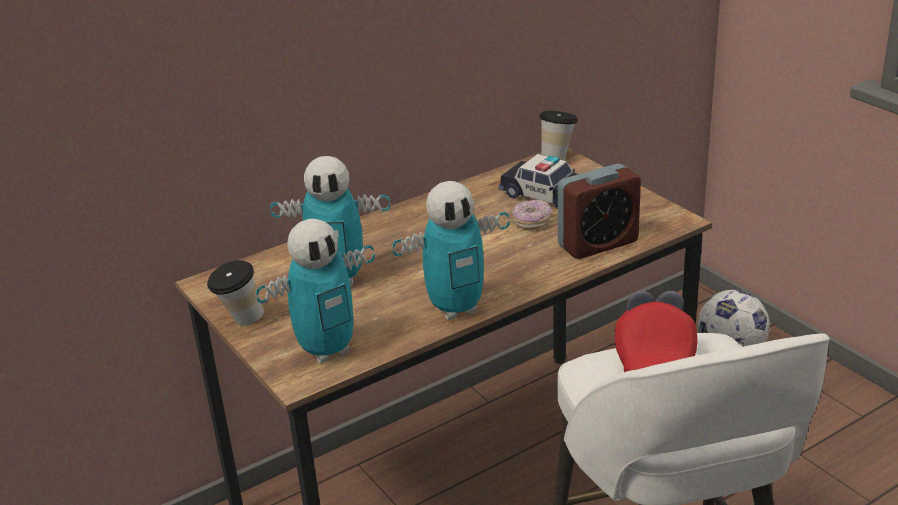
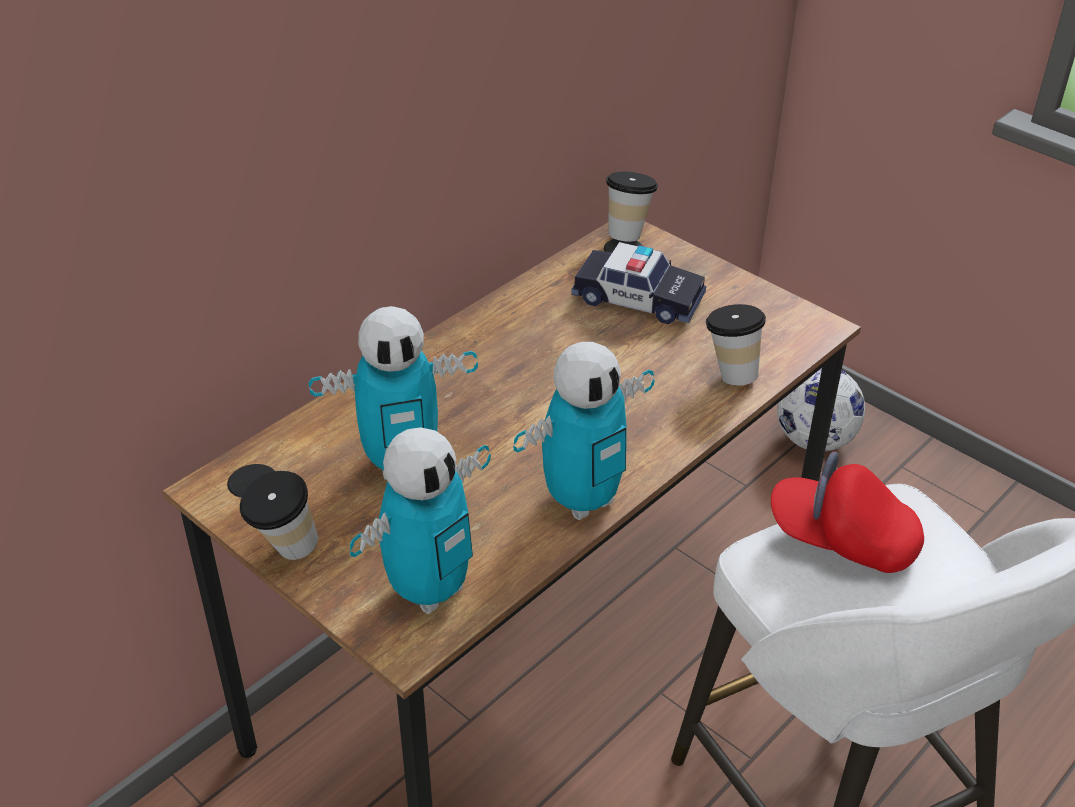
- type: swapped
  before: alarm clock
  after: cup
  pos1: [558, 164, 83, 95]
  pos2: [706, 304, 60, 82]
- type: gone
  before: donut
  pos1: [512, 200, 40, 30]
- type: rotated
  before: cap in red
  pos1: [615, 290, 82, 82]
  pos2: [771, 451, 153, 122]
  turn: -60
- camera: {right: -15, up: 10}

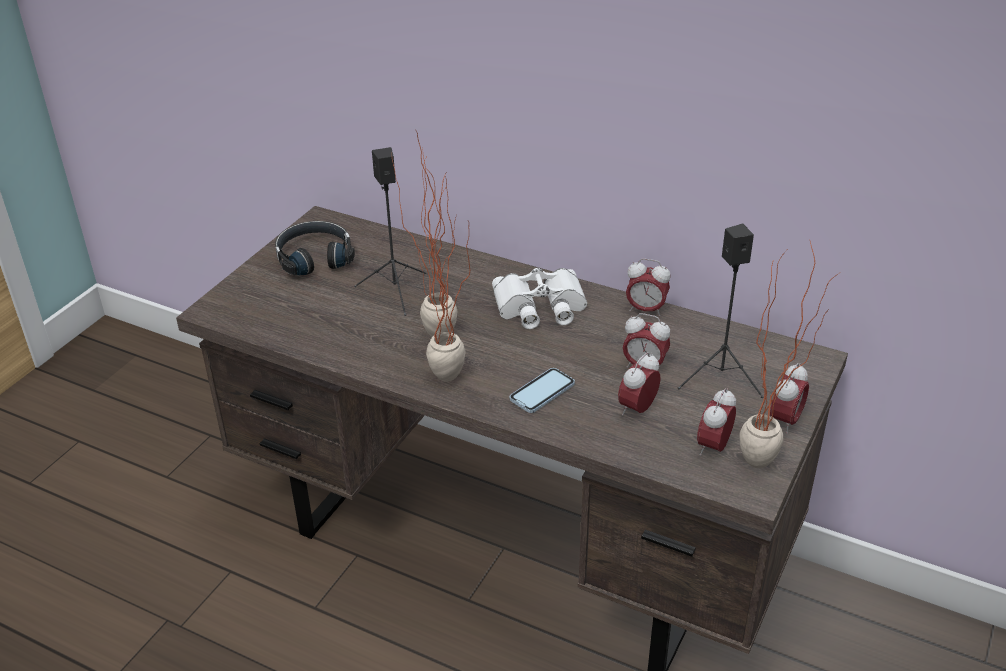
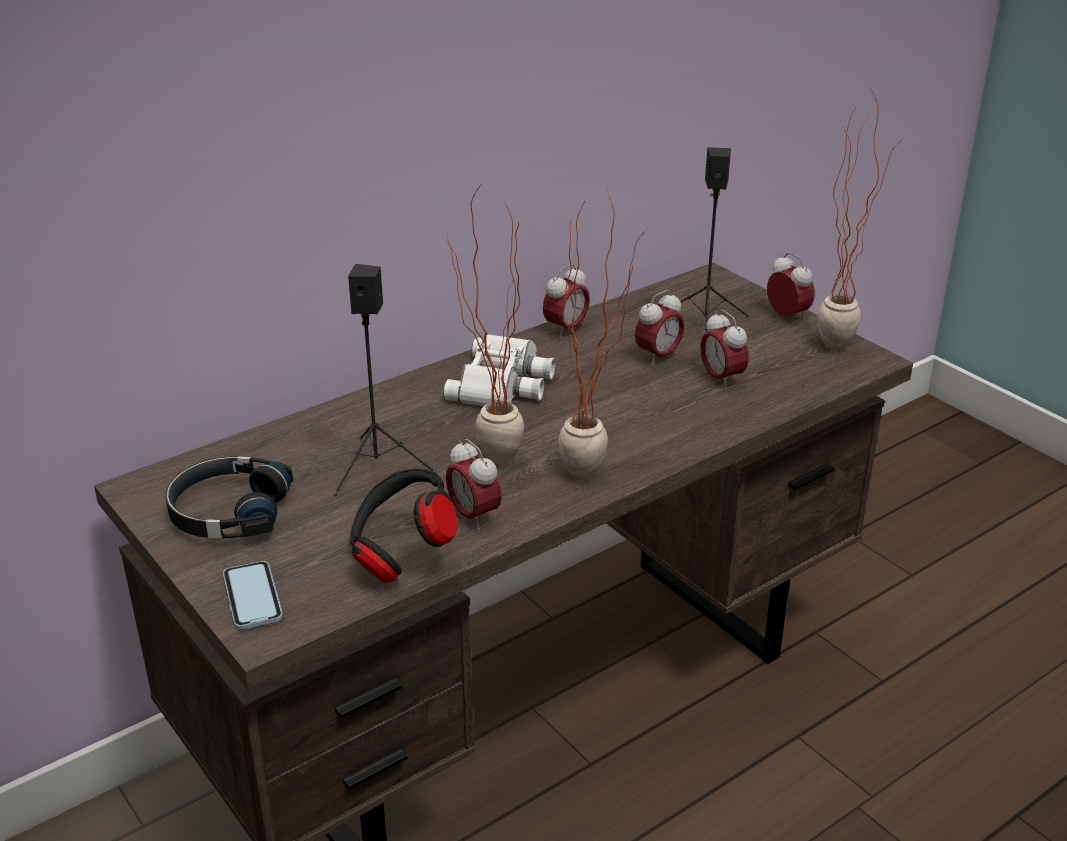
- type: shifted
  before: phone
  pos1: [510, 368, 65, 45]
  pos2: [223, 561, 60, 69]
- type: shifted
  before: alarm clock
  pos1: [697, 388, 39, 68]
  pos2: [446, 439, 56, 91]
- type: new
  after: headphones in black
  pos2: [350, 469, 107, 114]
- camera: {right: -65, up: -5}

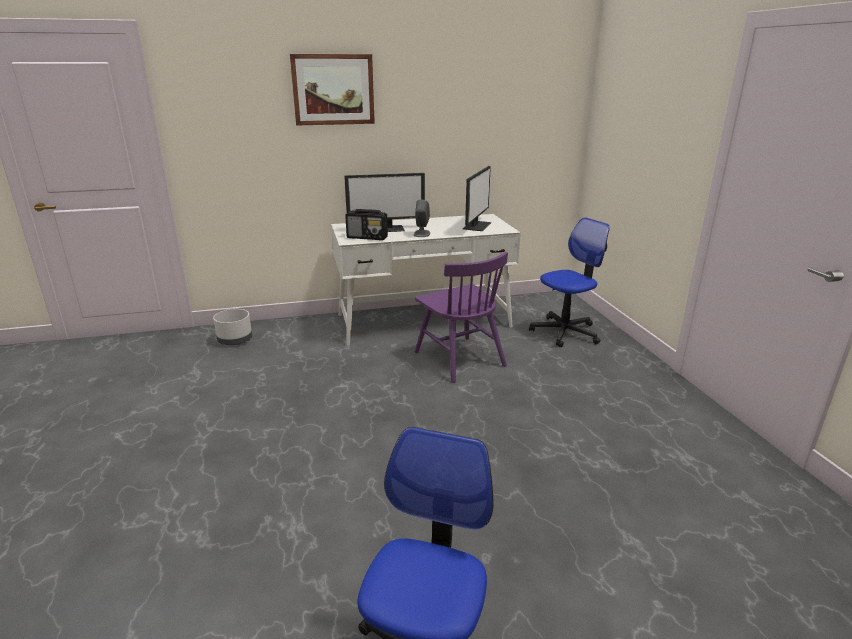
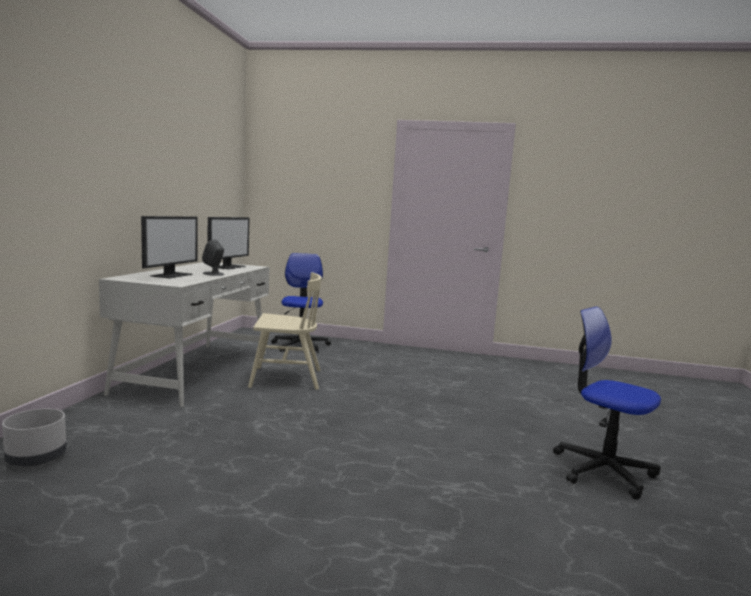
- type: gone
  before: picture
  pos1: [290, 54, 85, 72]
- type: rotated
  before: monitor
  pos1: [463, 166, 28, 65]
  pos2: [208, 217, 41, 52]
  turn: 60
- type: gone
  before: radio
  pos1: [345, 209, 43, 31]
- type: repainted
  before: chair in purple
  after: chair in beige
  pos1: [415, 252, 93, 131]
  pos2: [248, 272, 74, 118]
- camera: {right: -65, up: -15}

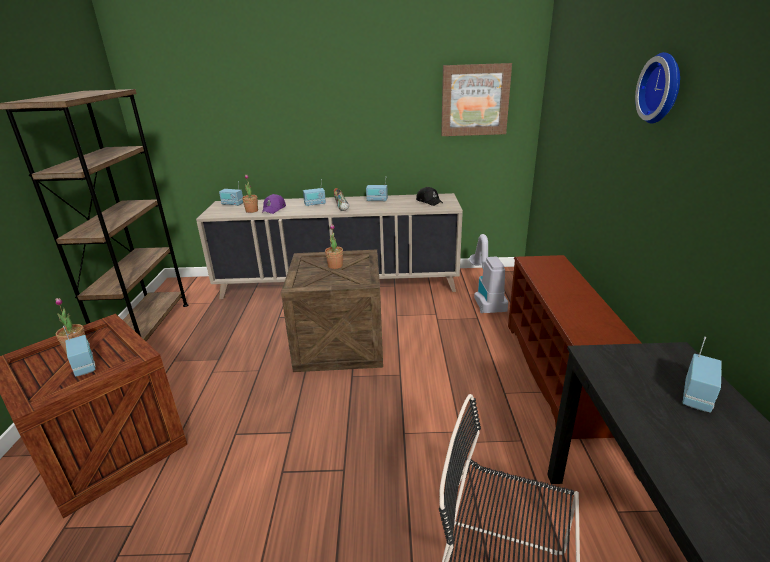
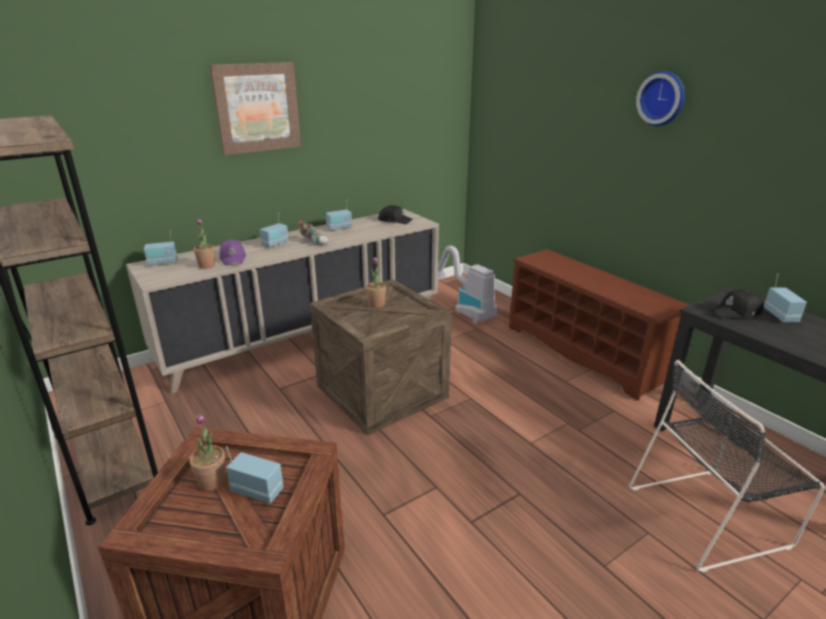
- type: shifted
  before: picture
  pos1: [441, 63, 71, 73]
  pos2: [209, 62, 92, 93]
- type: new
  after: cap in black
  pos2: [711, 289, 52, 30]
- camera: {right: -35, up: 0}

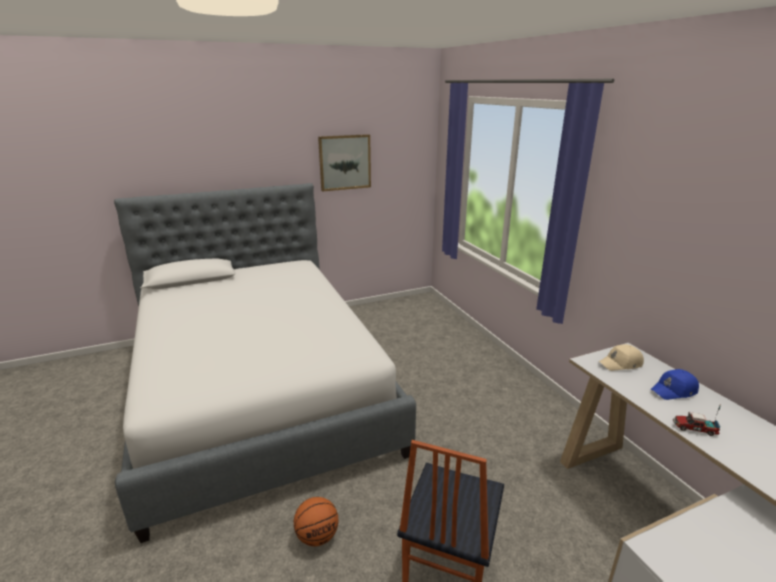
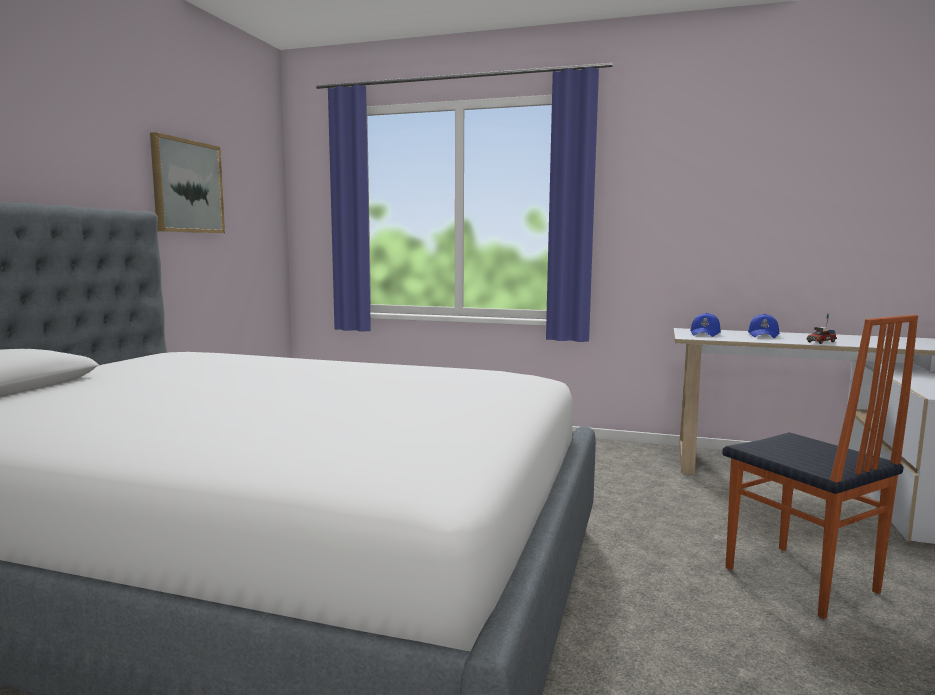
- type: repainted
  before: cap in beige
  after: cap in blue
  pos1: [599, 344, 45, 27]
  pos2: [690, 313, 31, 24]
- type: gone
  before: basketball
  pos1: [294, 497, 45, 49]
- camera: {right: -50, up: -15}

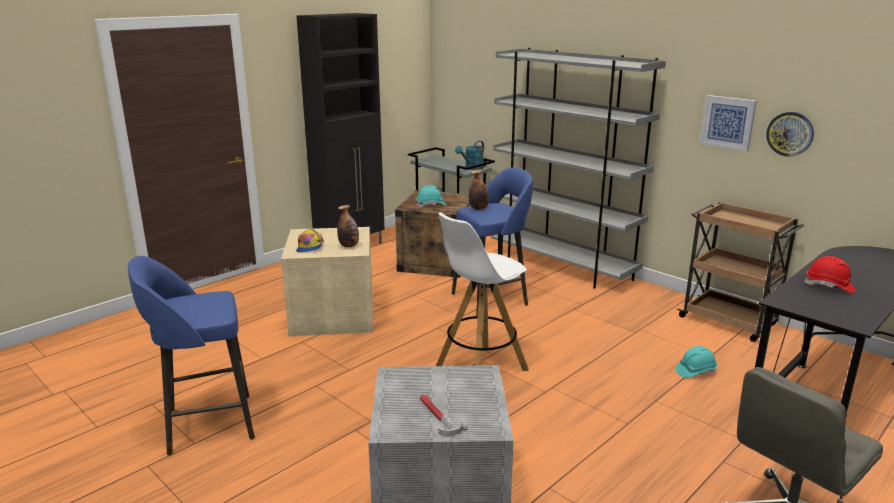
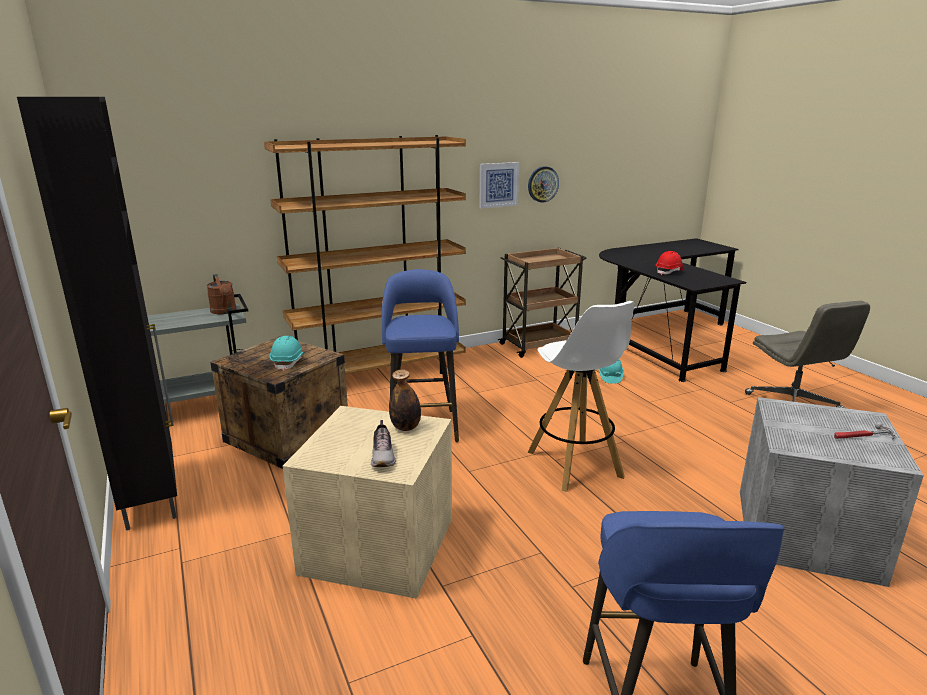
- type: repainted
  before: bookcase in grey
  after: bookcase in brown
  pos1: [491, 48, 175, 241]
  pos2: [264, 135, 202, 239]
- type: repainted
  before: watering can in turquoise
  after: watering can in brown
  pos1: [455, 141, 29, 29]
  pos2: [206, 274, 31, 40]
- type: gone
  before: bottle
  pos1: [469, 169, 20, 41]
- type: swapped
  before: cap
  after: shoe
  pos1: [296, 229, 28, 23]
  pos2: [371, 420, 25, 47]
- camera: {right: -70, up: 0}

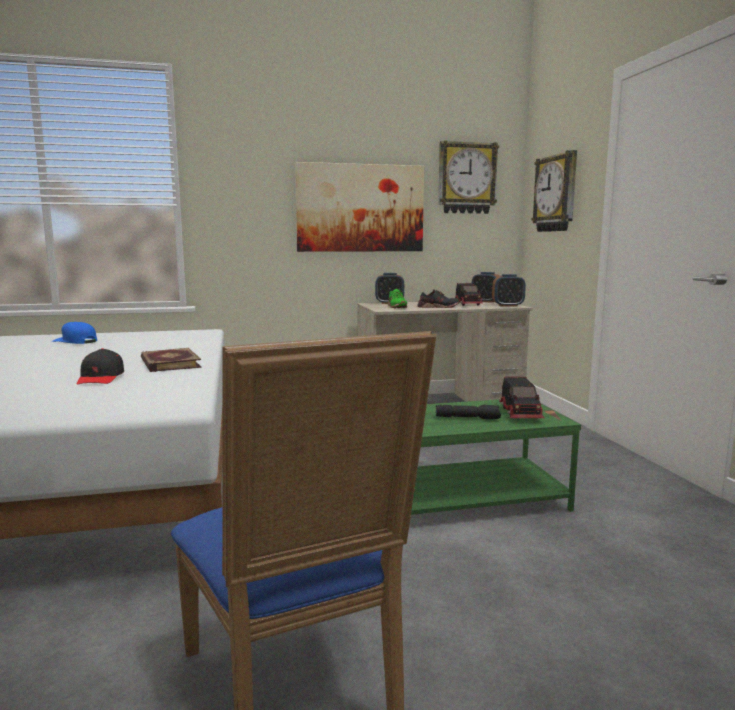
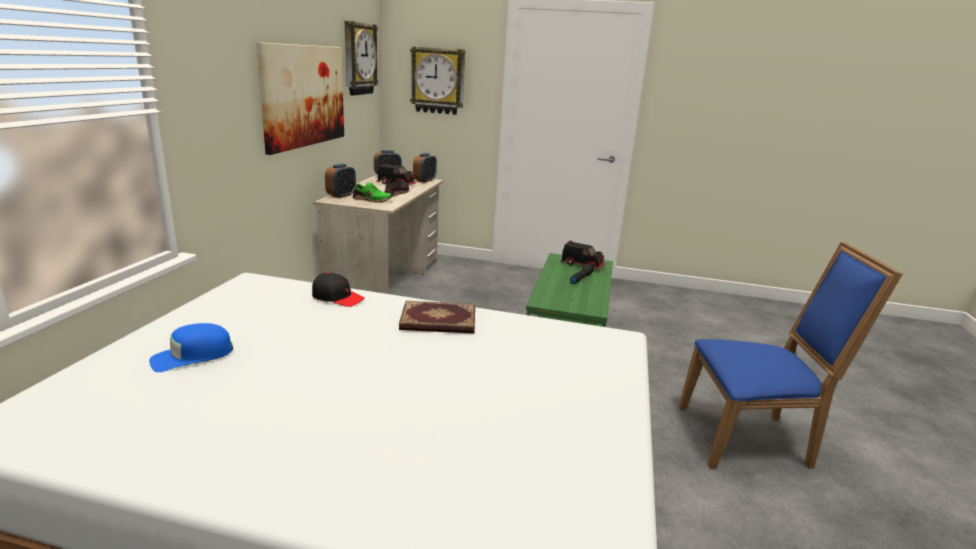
- type: shifted
  before: cap in black
  pos1: [77, 348, 47, 37]
  pos2: [312, 272, 53, 35]
- camera: {right: -65, up: 10}

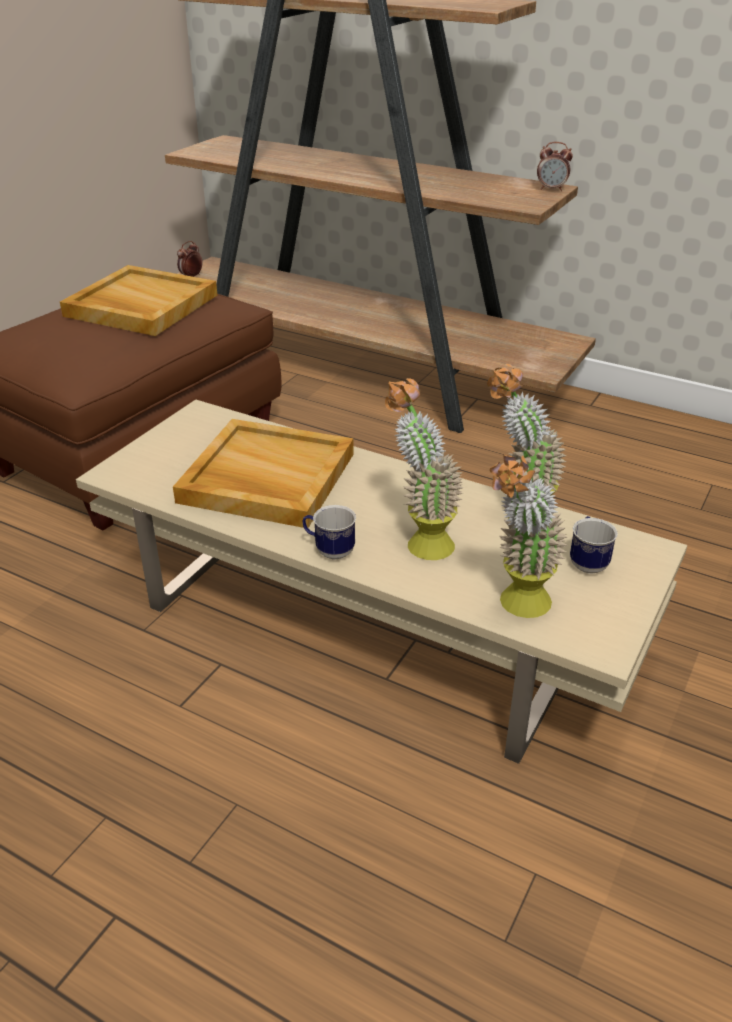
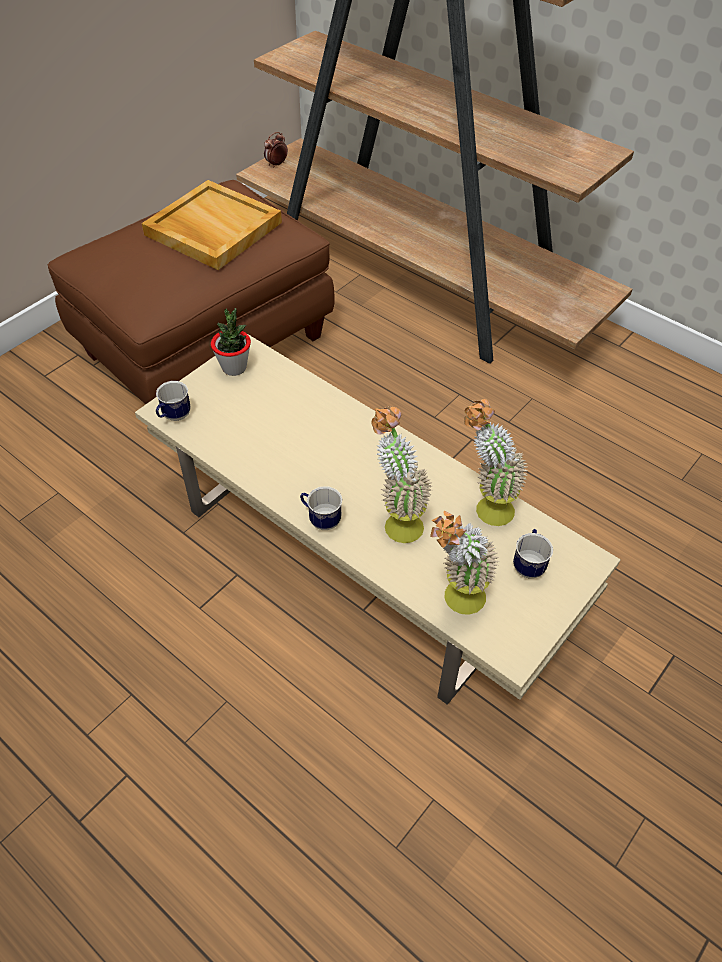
- type: gone
  before: alarm clock
  pos1: [537, 142, 36, 49]
- type: gone
  before: tray in beige
  pos1: [173, 419, 181, 109]
- type: new
  after: potted plant
  pos2: [211, 308, 40, 68]
- type: new
  after: mug
  pos2: [156, 381, 35, 40]
- camera: {right: 10, up: 15}

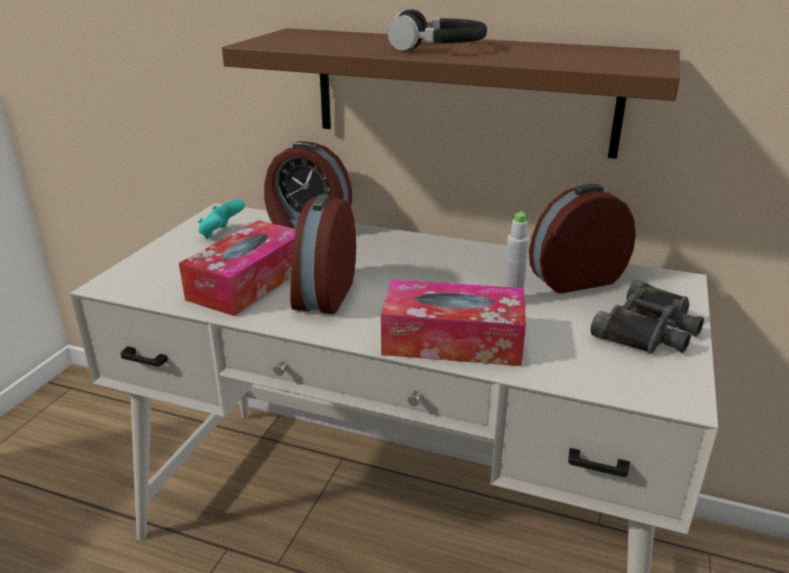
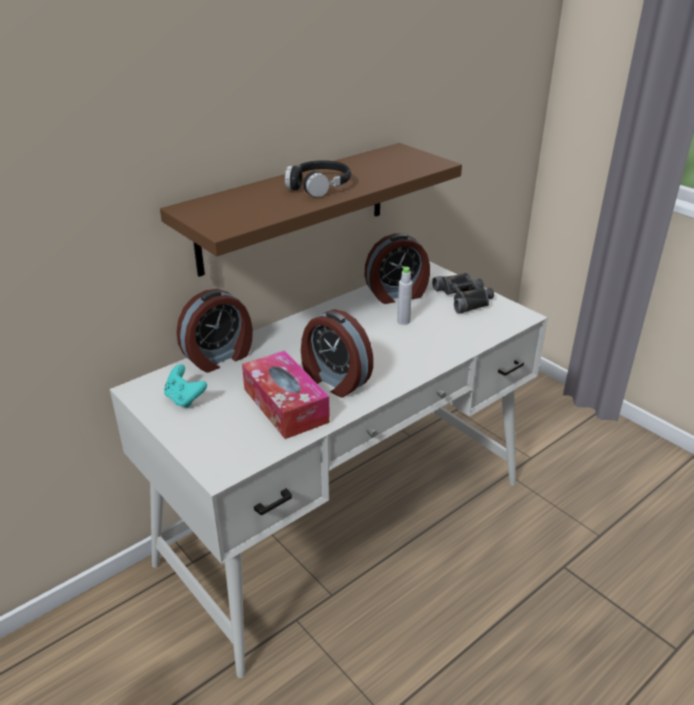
- type: rotated
  before: alarm clock
  pos1: [529, 184, 107, 109]
  pos2: [365, 233, 65, 71]
  turn: -120
- type: gone
  before: tissue box
  pos1: [381, 279, 145, 87]
- camera: {right: -60, up: 5}

